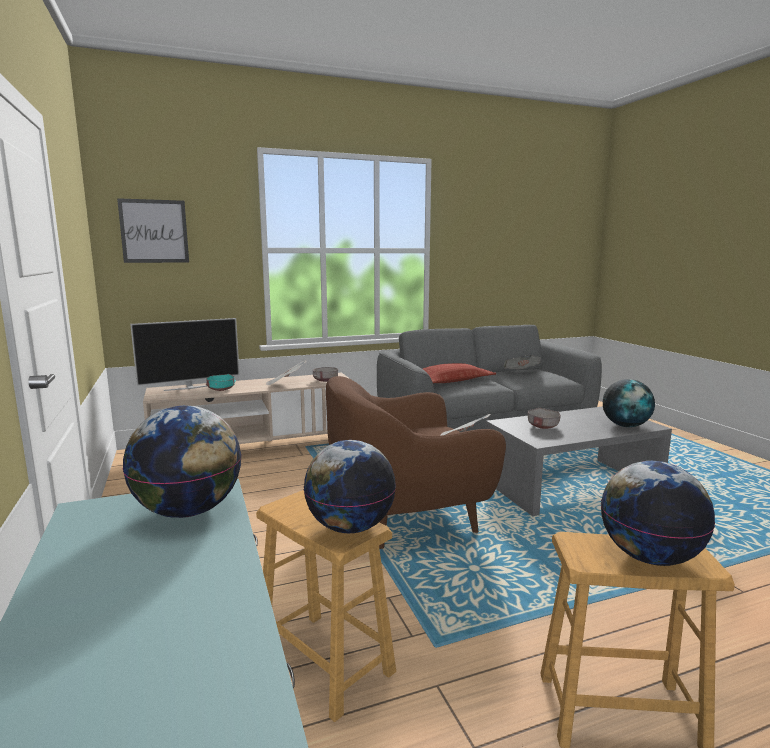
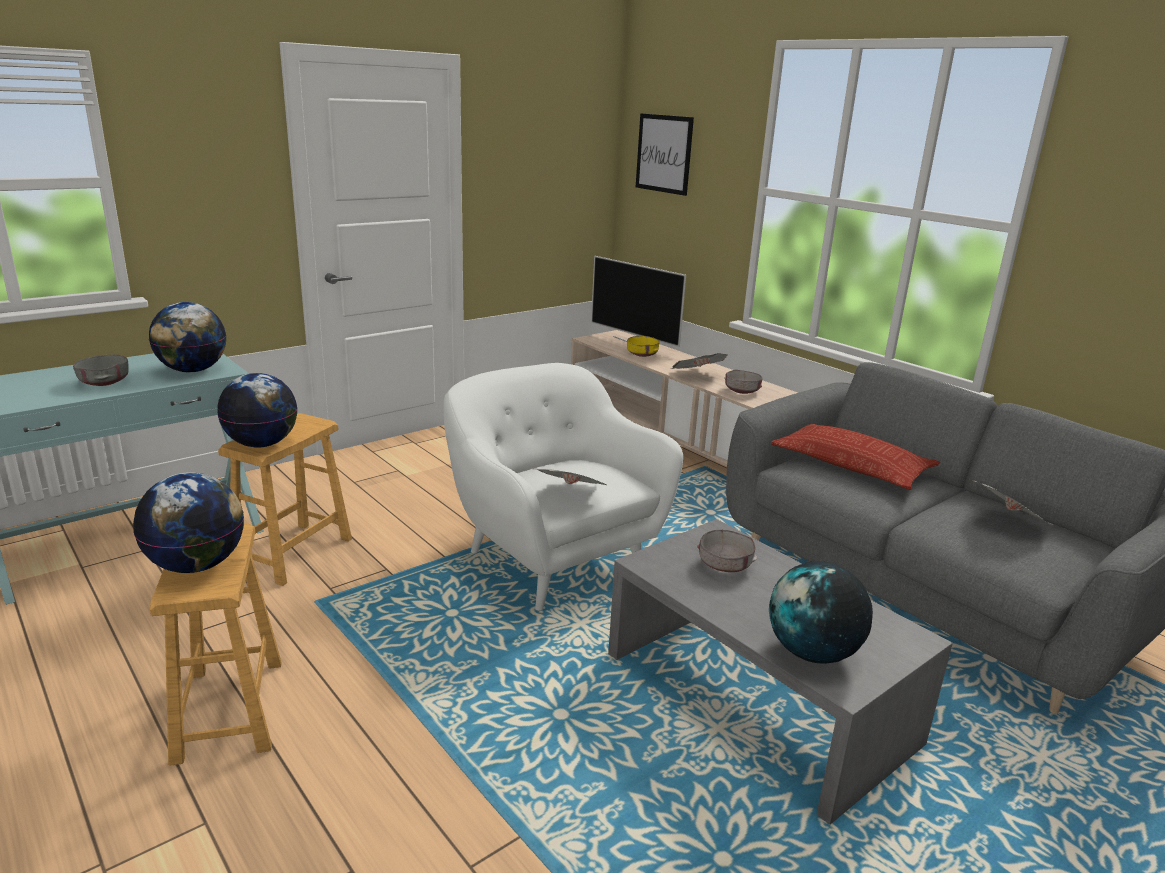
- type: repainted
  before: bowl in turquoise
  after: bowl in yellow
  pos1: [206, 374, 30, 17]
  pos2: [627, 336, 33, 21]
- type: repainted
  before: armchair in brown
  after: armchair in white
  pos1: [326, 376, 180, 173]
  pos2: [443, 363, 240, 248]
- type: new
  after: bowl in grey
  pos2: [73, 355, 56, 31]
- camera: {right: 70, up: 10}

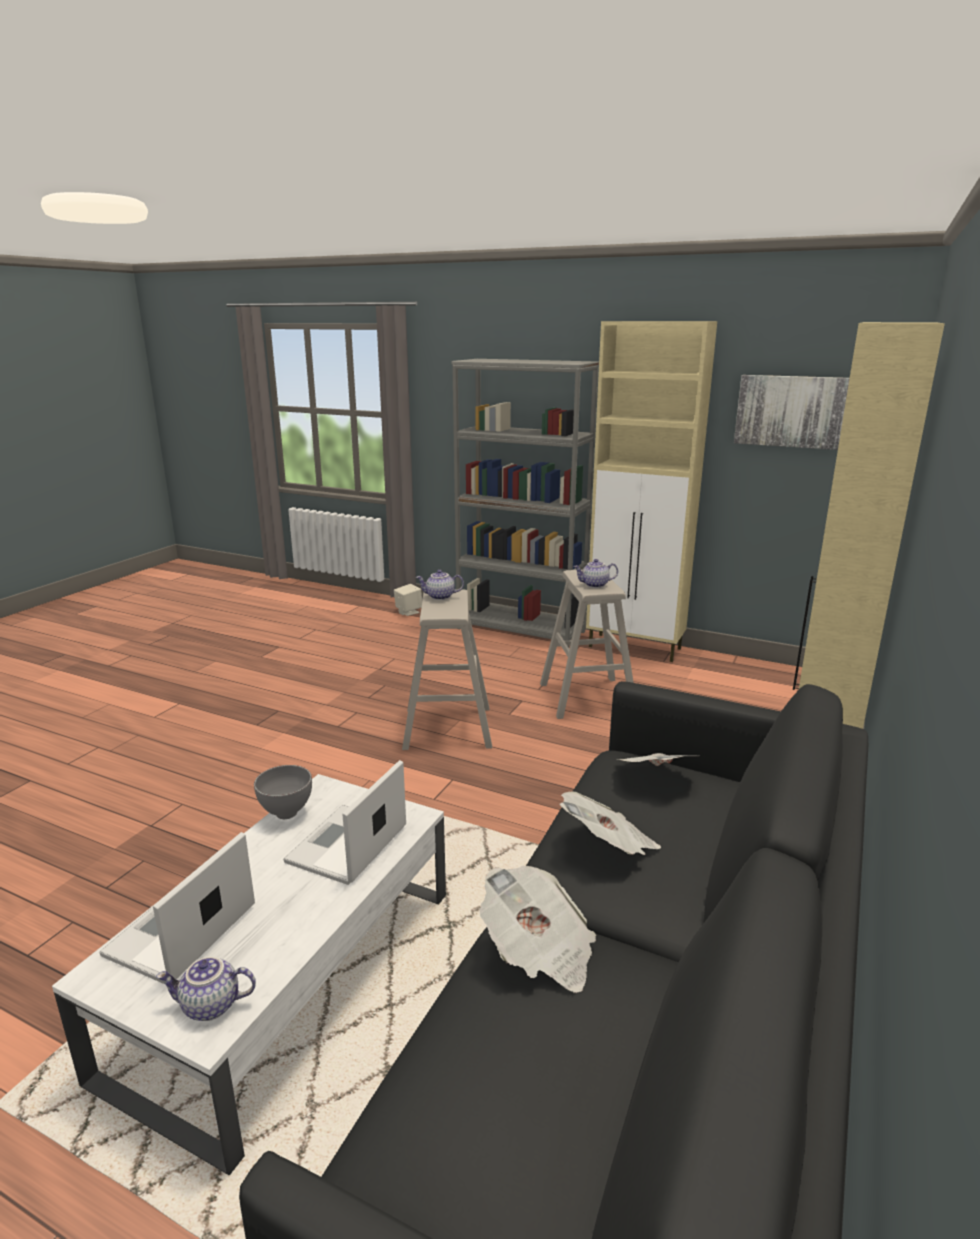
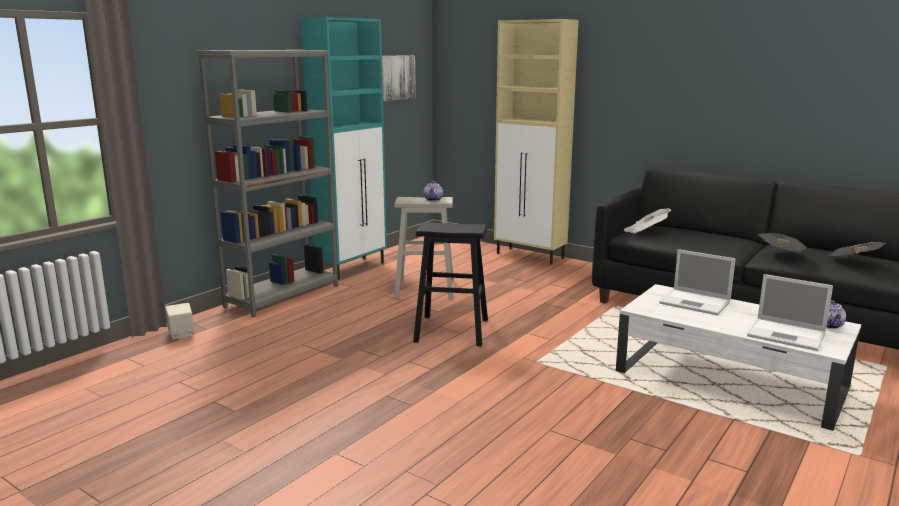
- type: repainted
  before: cabinet in beige
  after: cabinet in turquoise
  pos1: [586, 321, 131, 341]
  pos2: [300, 17, 87, 263]
- type: gone
  before: teapot
  pos1: [416, 570, 48, 30]
- type: repainted
  before: stool in beige
  after: stool in black
  pos1: [402, 589, 90, 161]
  pos2: [413, 222, 75, 124]
- type: gone
  before: bowl in grey
  pos1: [254, 765, 58, 54]
- type: shifted
  before: newspaper
  pos1: [559, 791, 102, 64]
  pos2: [827, 242, 59, 14]
- camera: {right: -80, up: -5}

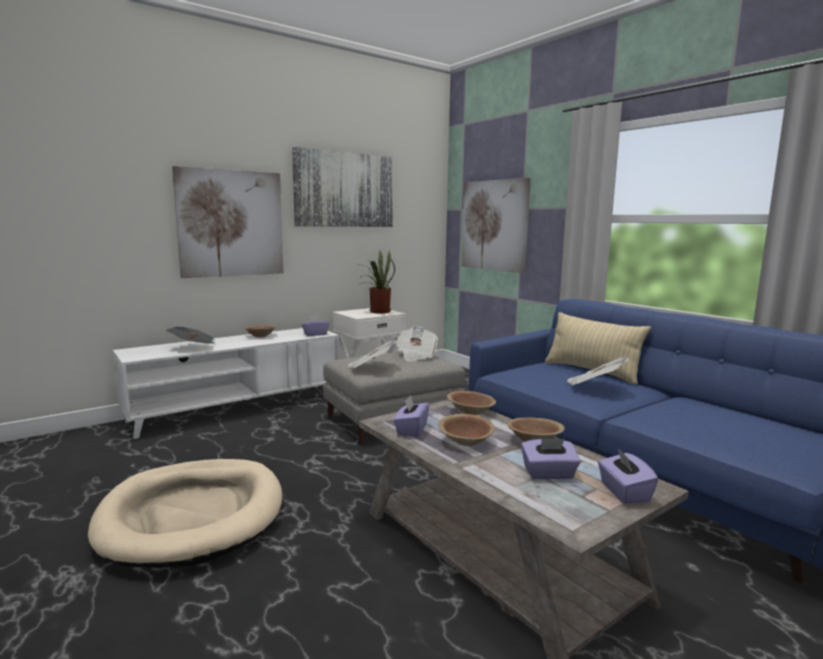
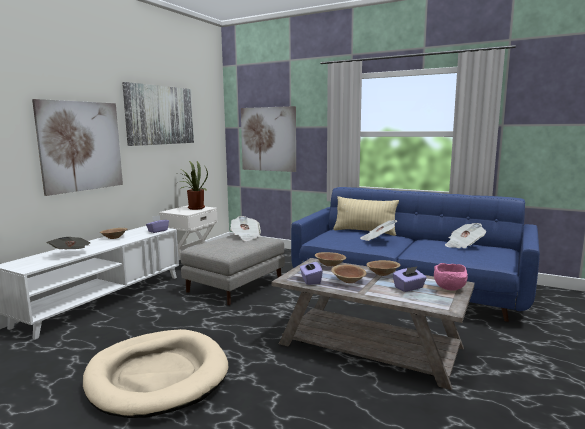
- type: shifted
  before: newspaper
  pos1: [348, 340, 48, 29]
  pos2: [445, 223, 41, 25]
- type: swapped
  before: tissue box in purple
  after: bowl in pink
  pos1: [598, 447, 60, 57]
  pos2: [434, 263, 34, 28]
- camera: {right: -25, up: 0}

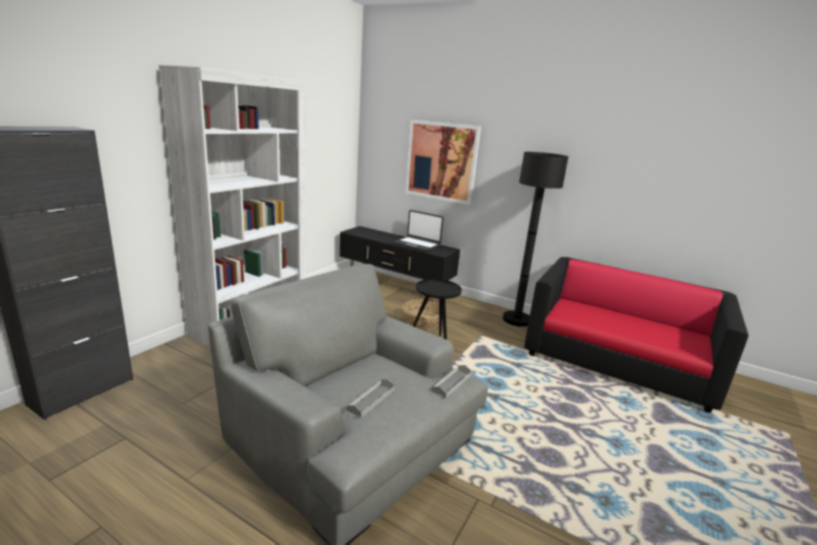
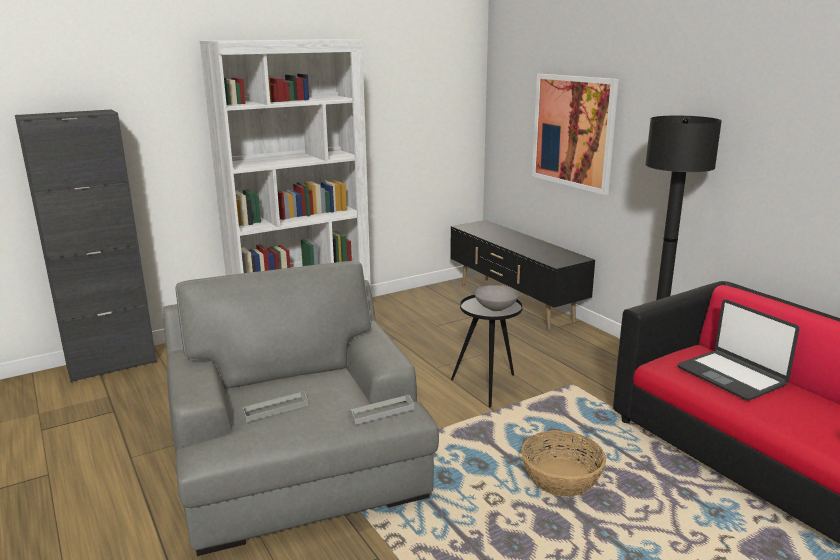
- type: shifted
  before: laptop
  pos1: [393, 210, 50, 42]
  pos2: [677, 299, 122, 101]
- type: shifted
  before: basket
  pos1: [402, 299, 37, 31]
  pos2: [521, 430, 85, 67]
- type: new
  after: bowl in grey
  pos2: [474, 285, 45, 26]
- camera: {right: 30, up: 0}

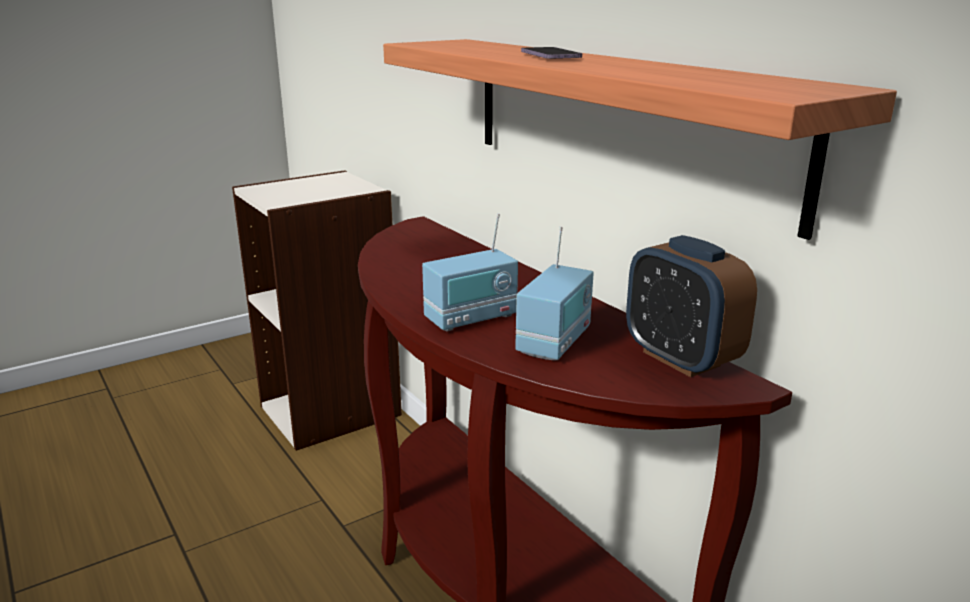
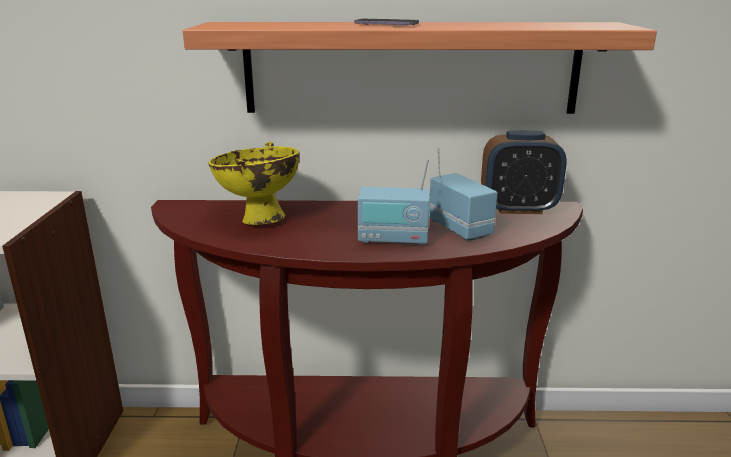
- type: rotated
  before: radio
  pos1: [422, 213, 96, 119]
  pos2: [358, 159, 72, 86]
  turn: 90
- type: new
  after: bowl in yellow
  pos2: [208, 141, 91, 84]
- camera: {right: -55, up: 0}

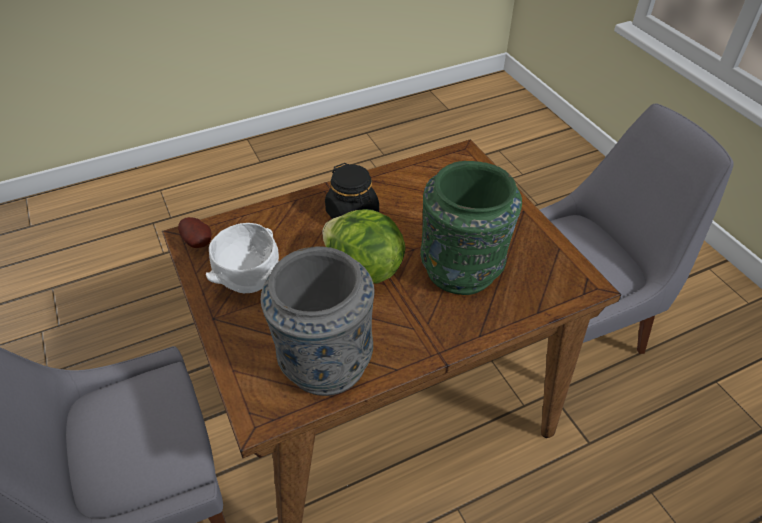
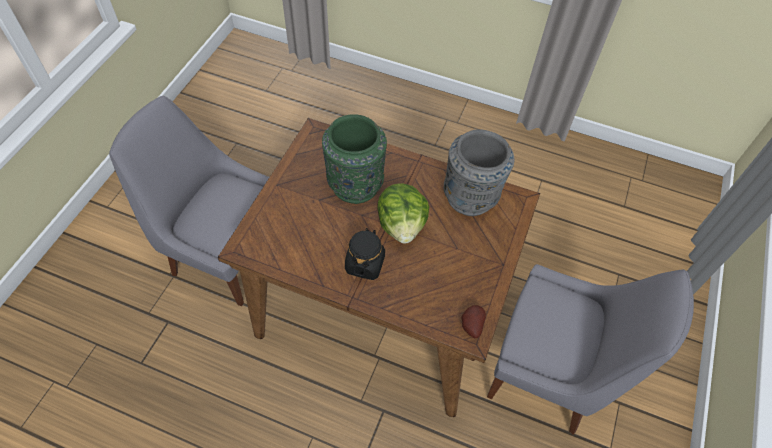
- type: gone
  before: bowl in white
  pos1: [206, 223, 73, 70]
- camera: {right: -135, up: 10}

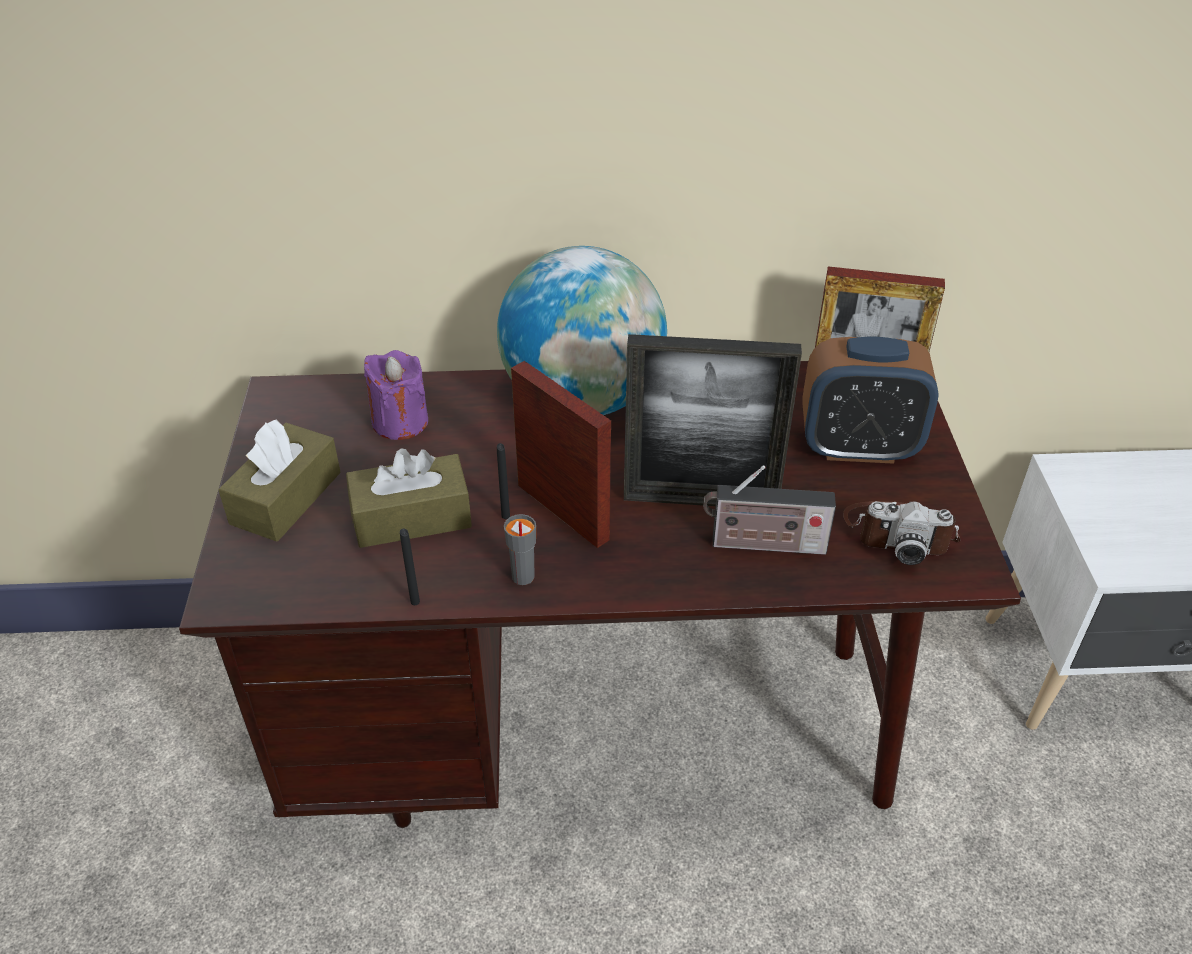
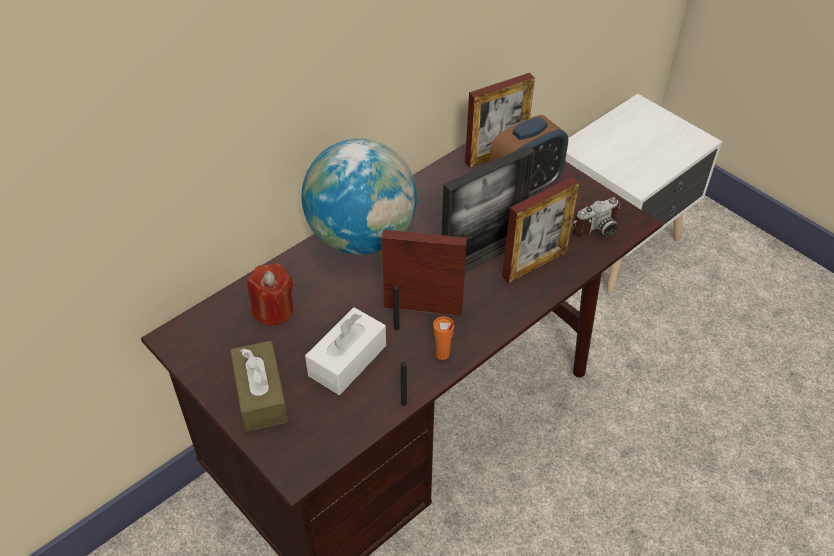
- type: repainted
  before: candle in purple
  after: candle in red
  pos1: [364, 350, 64, 90]
  pos2: [247, 263, 47, 63]
- type: repainted
  before: tissue box in brown
  after: tissue box in white
  pos1: [346, 448, 126, 100]
  pos2: [305, 307, 81, 88]
- type: swapped
  before: radio
  after: picture frame
  pos1: [704, 465, 132, 90]
  pos2: [502, 177, 77, 107]
- type: repainted
  before: cup in grey
  after: cup in orange
  pos1: [504, 514, 32, 71]
  pos2: [433, 317, 22, 43]
- camera: {right: -40, up: 5}

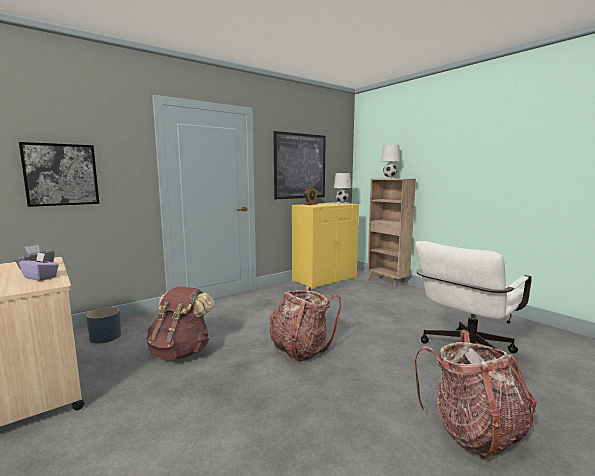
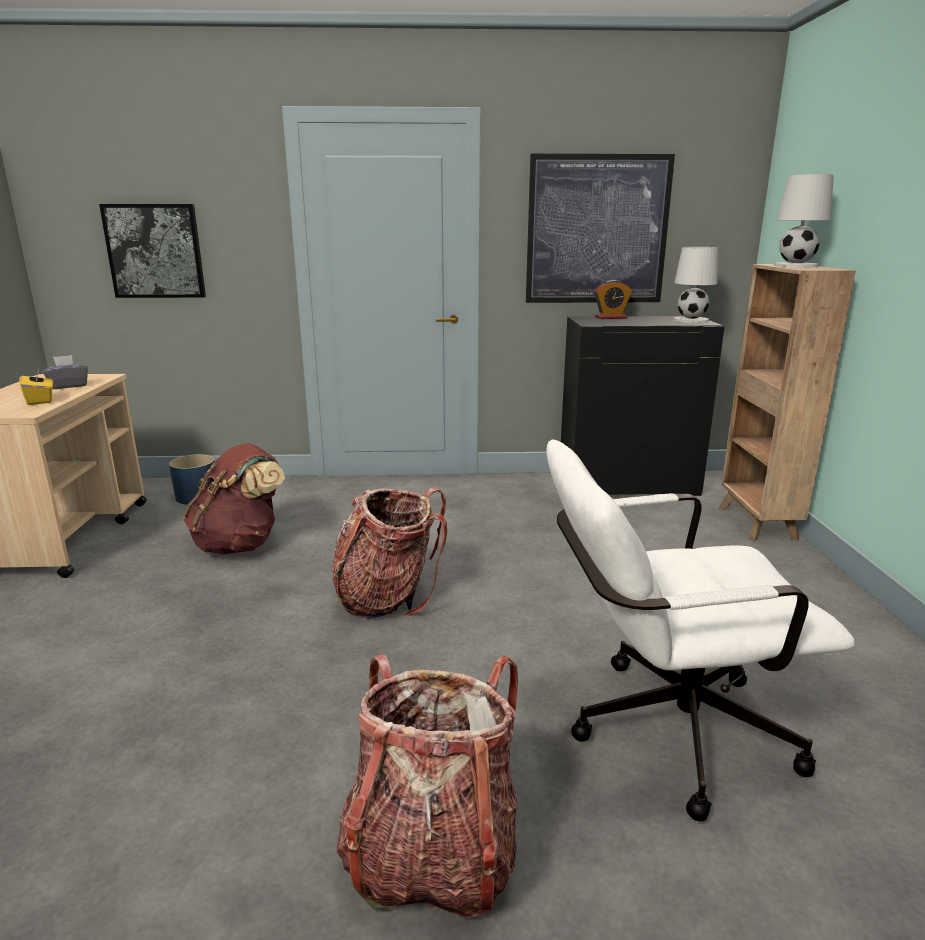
- type: repainted
  before: cabinet in yellow
  after: cabinet in black
  pos1: [292, 202, 67, 87]
  pos2: [561, 316, 164, 180]
- type: repainted
  before: tissue box in purple
  after: tissue box in yellow
  pos1: [19, 252, 40, 29]
  pos2: [19, 369, 34, 36]
- camera: {right: 35, up: 10}

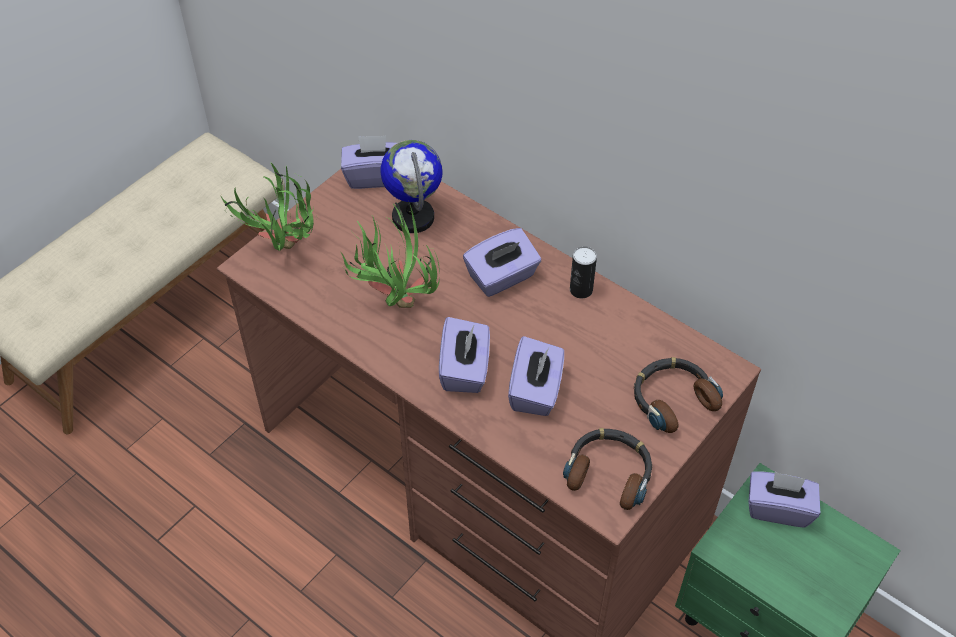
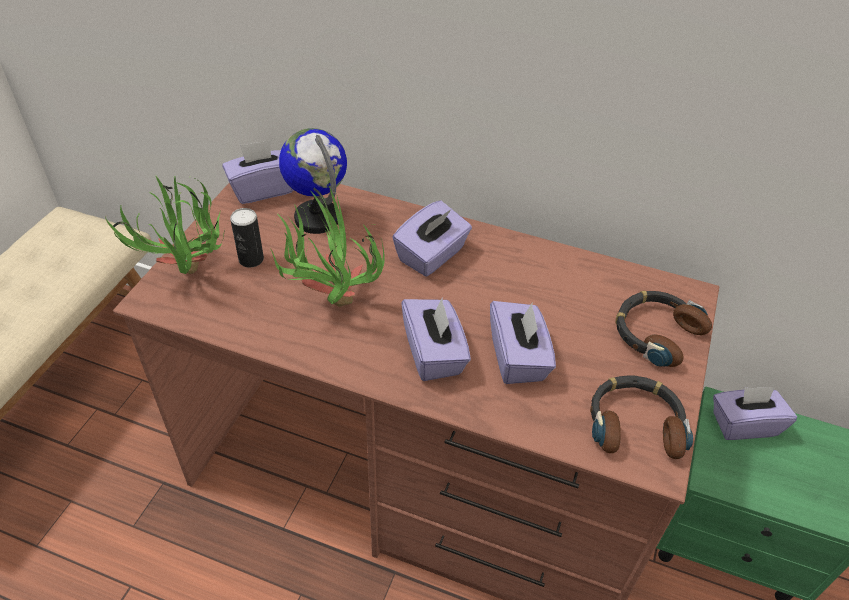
- type: shifted
  before: can
  pos1: [570, 246, 27, 52]
  pos2: [230, 208, 34, 59]
- camera: {right: -20, up: -5}

